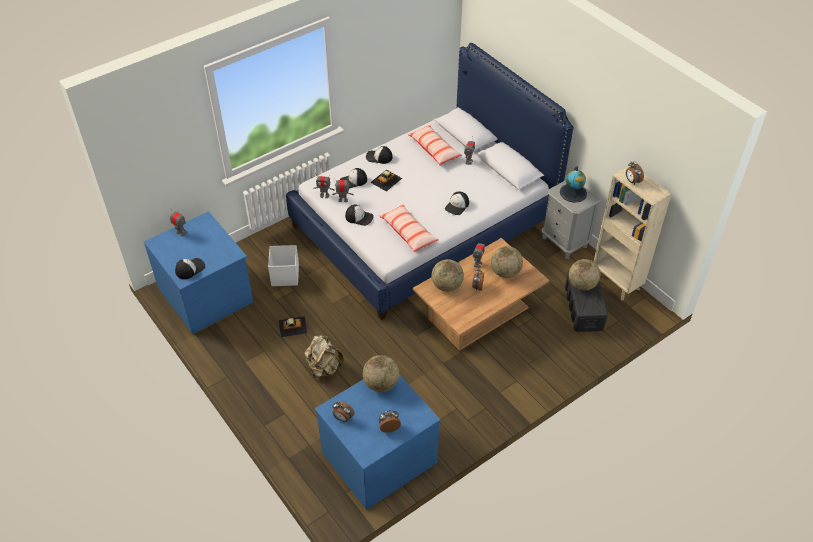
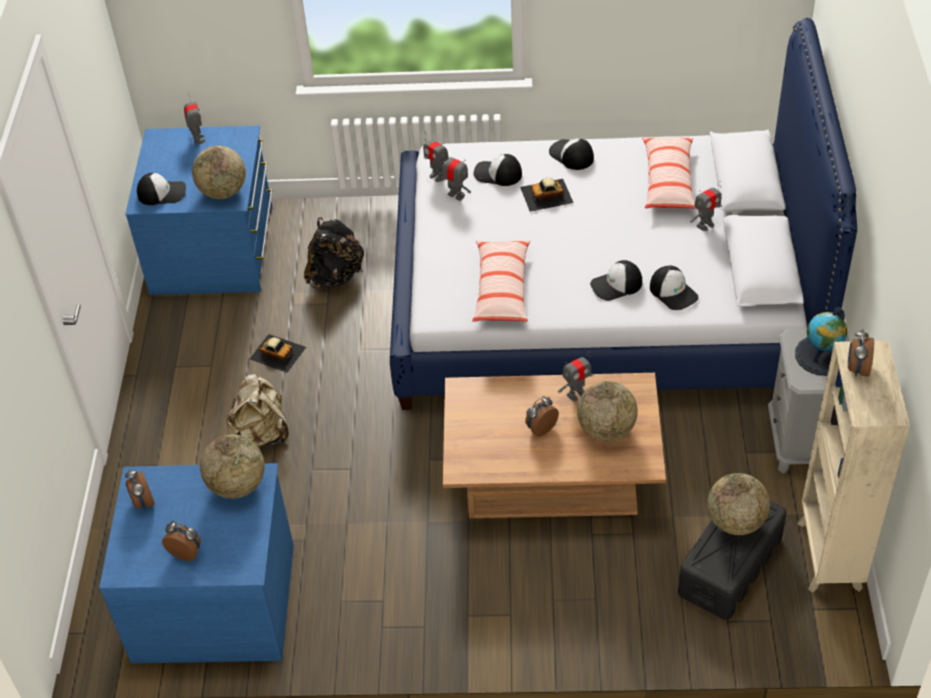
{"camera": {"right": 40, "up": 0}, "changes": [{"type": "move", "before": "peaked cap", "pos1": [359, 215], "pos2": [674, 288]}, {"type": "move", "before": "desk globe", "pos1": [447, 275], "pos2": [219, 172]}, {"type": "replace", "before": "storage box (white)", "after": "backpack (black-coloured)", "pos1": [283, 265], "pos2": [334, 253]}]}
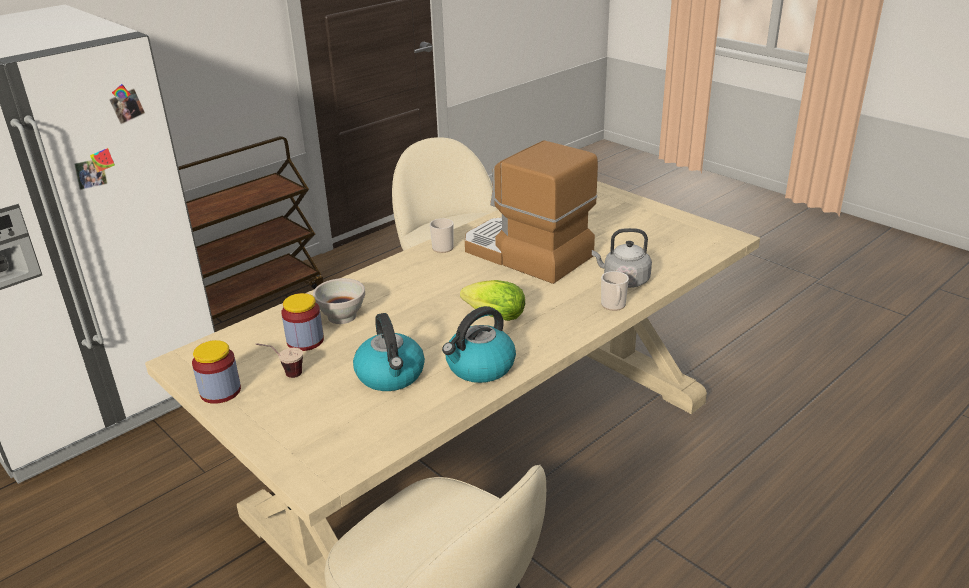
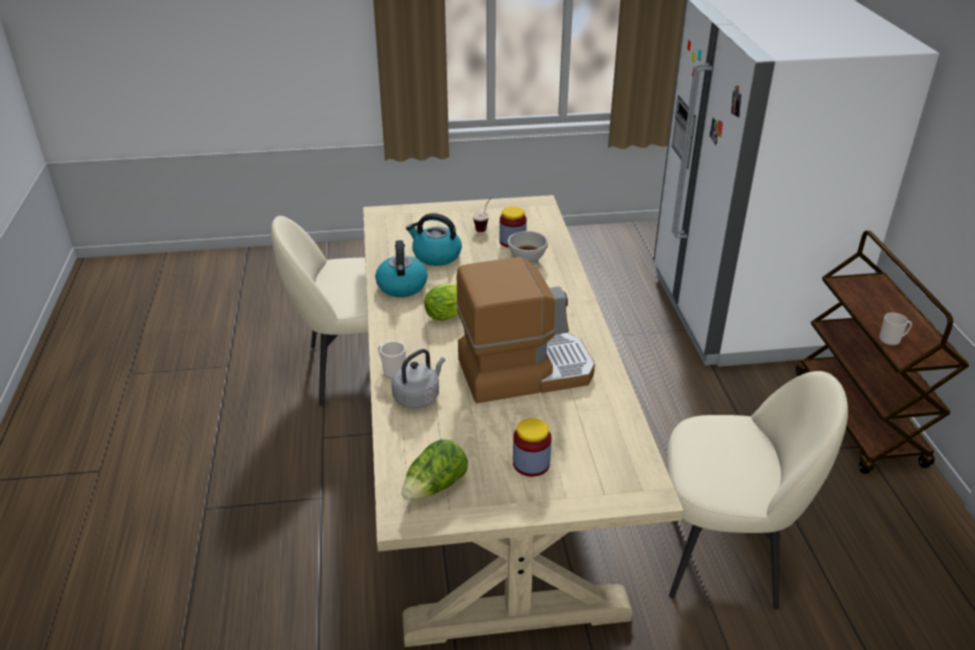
{"camera": {"right": 125, "up": 5}, "changes": [{"type": "insert", "after": "lettuce head", "pos2": [435, 469]}, {"type": "move", "before": "preserve jar", "pos1": [216, 372], "pos2": [532, 447]}, {"type": "move", "before": "coffee mug", "pos1": [441, 235], "pos2": [895, 328]}]}
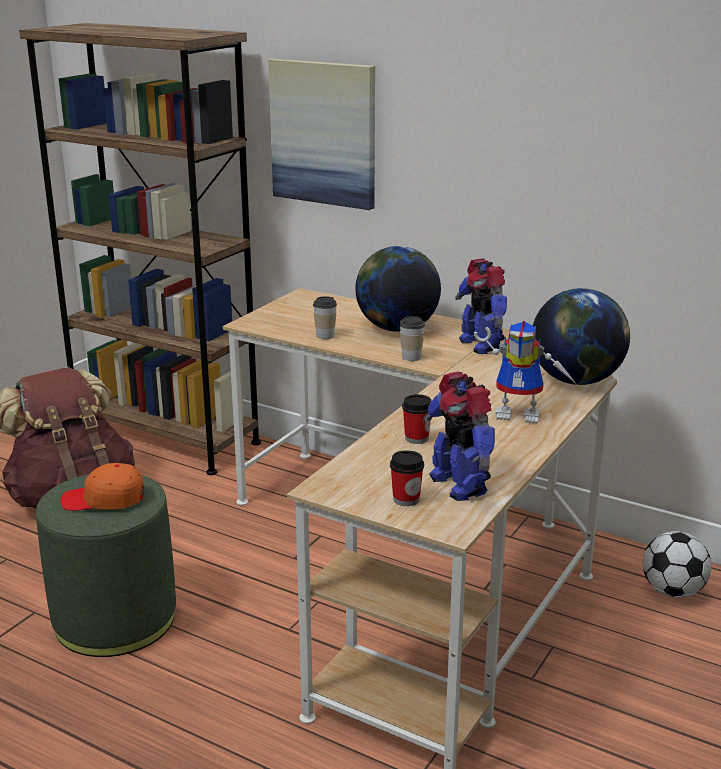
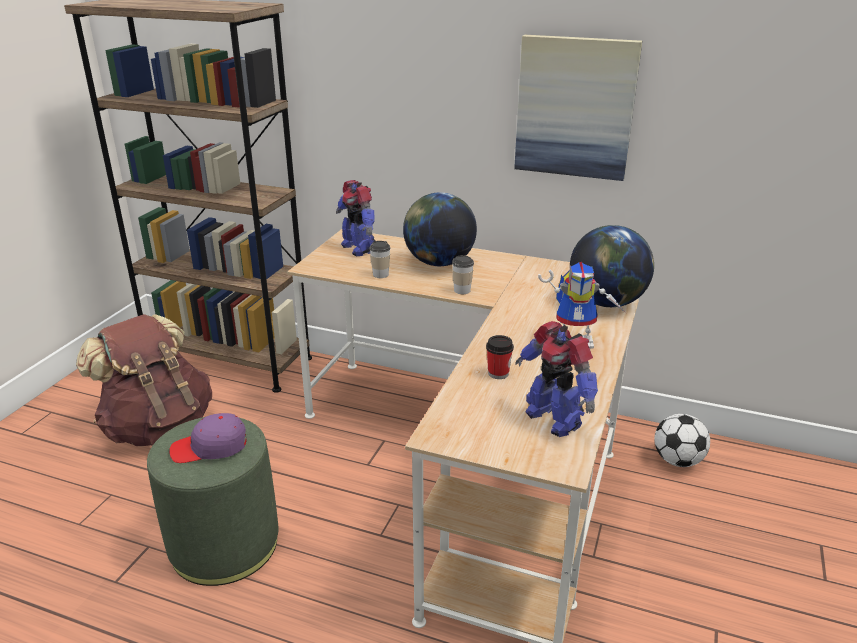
{"camera": {"right": -10, "up": 5}, "changes": [{"type": "delete", "before": "small cup", "pos1": [407, 478]}, {"type": "move", "before": "wall art", "pos1": [321, 134], "pos2": [578, 108]}, {"type": "move", "before": "toy robot", "pos1": [481, 306], "pos2": [356, 218]}, {"type": "recolor", "before": "peaked cap (orangey)", "after": "peaked cap (purple-coloured)", "pos1": [102, 487], "pos2": [208, 438]}]}
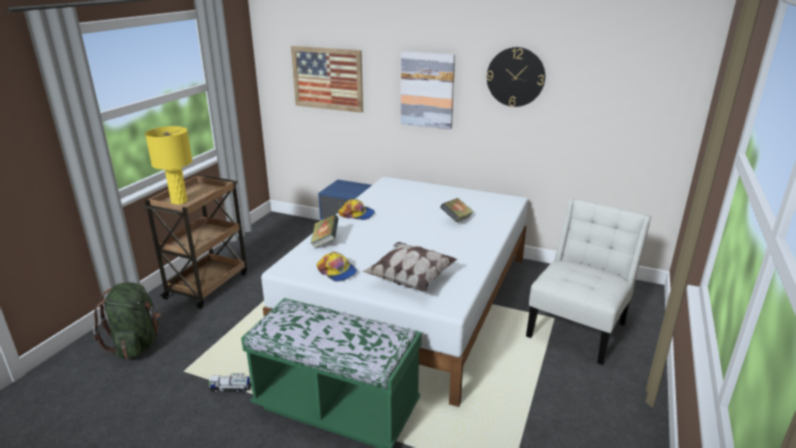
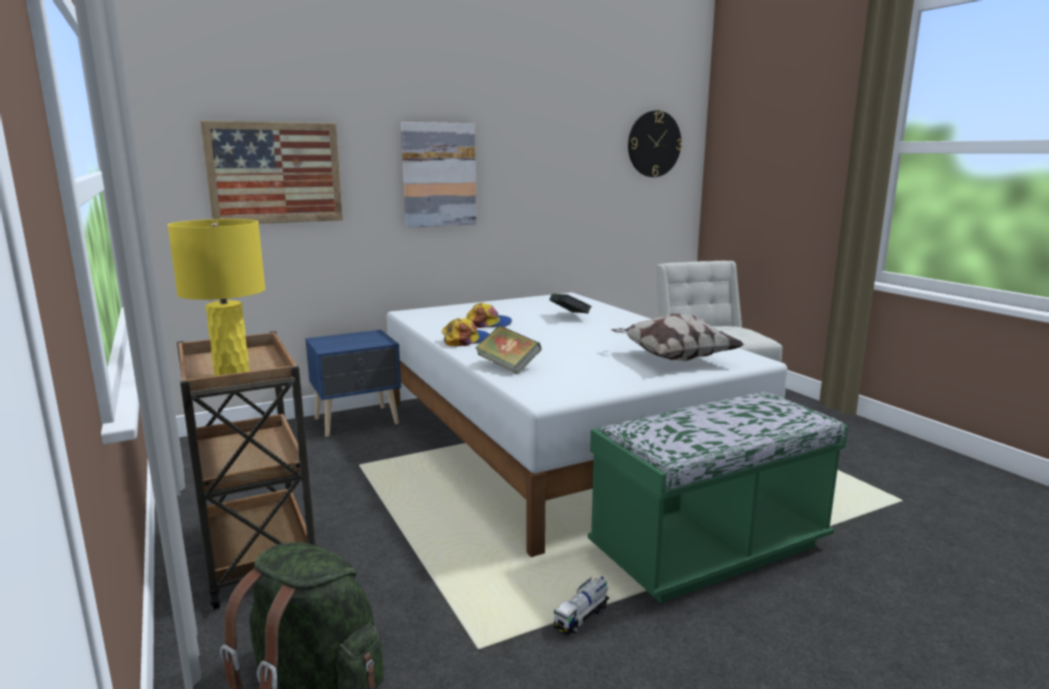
{"camera": {"right": -50, "up": -10}, "changes": [{"type": "move", "before": "peaked cap", "pos1": [337, 267], "pos2": [488, 315]}, {"type": "move", "before": "clock on the wall", "pos1": [516, 77], "pos2": [655, 143]}]}
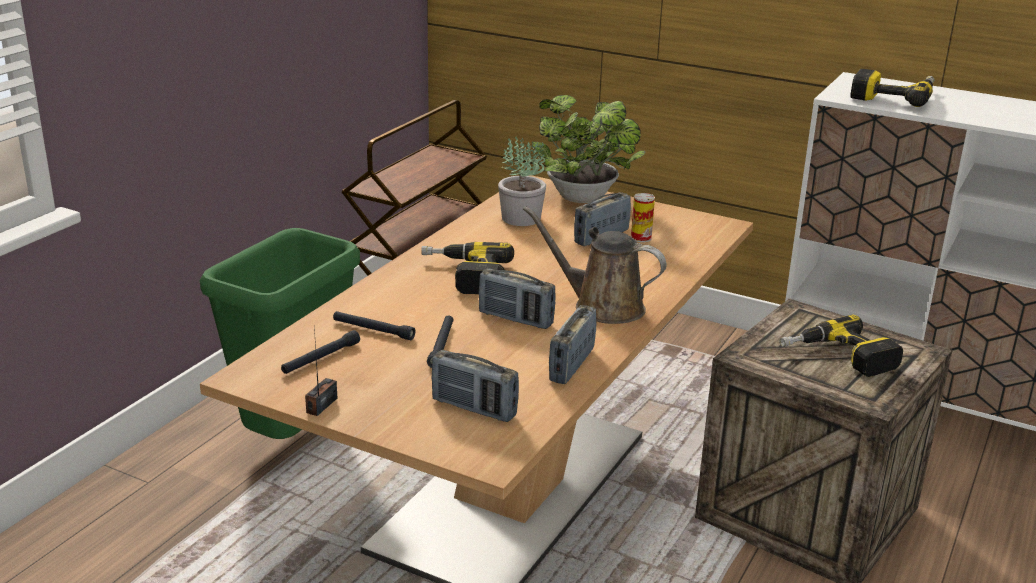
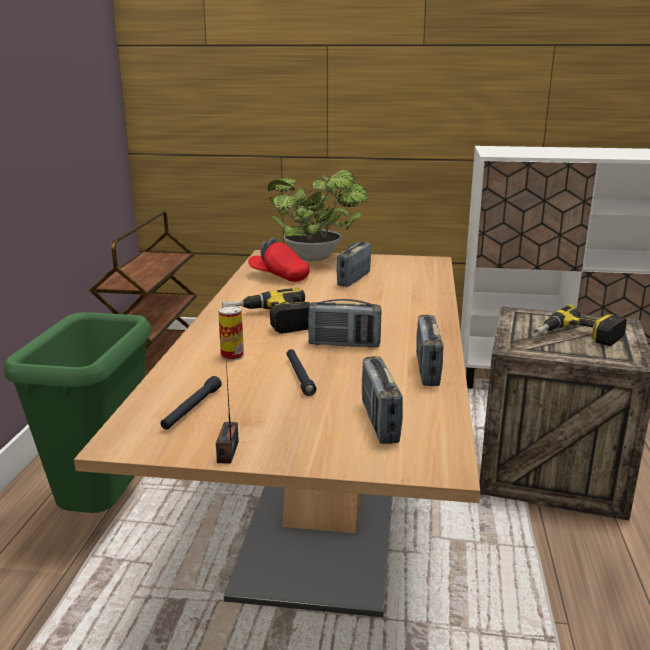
{"camera": {"right": -20, "up": -5}, "changes": [{"type": "delete", "before": "flashlight (black-coloured)", "pos1": [374, 325]}, {"type": "delete", "before": "watering pot (brownish)", "pos1": [594, 265]}, {"type": "delete", "before": "electric drill", "pos1": [892, 88]}, {"type": "move", "before": "can", "pos1": [643, 217], "pos2": [231, 333]}, {"type": "replace", "before": "houseplant", "after": "peaked cap (red-coloured)", "pos1": [522, 181], "pos2": [279, 260]}, {"type": "rotate", "before": "radio receiver", "pos1": [475, 386], "pos2": [382, 400], "turn": 75}]}
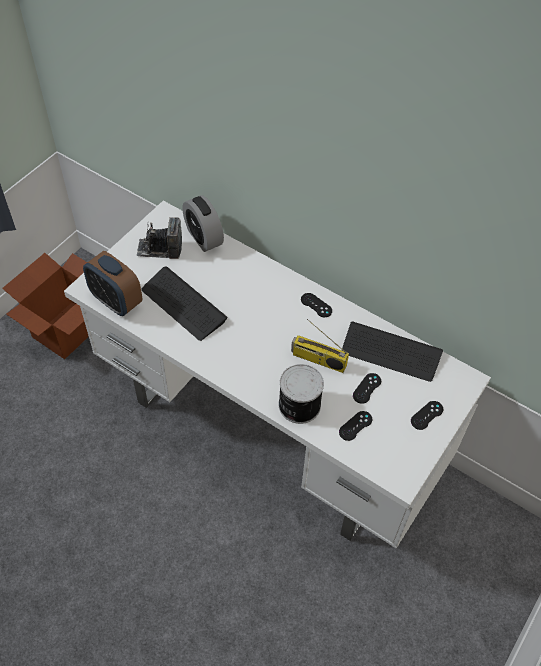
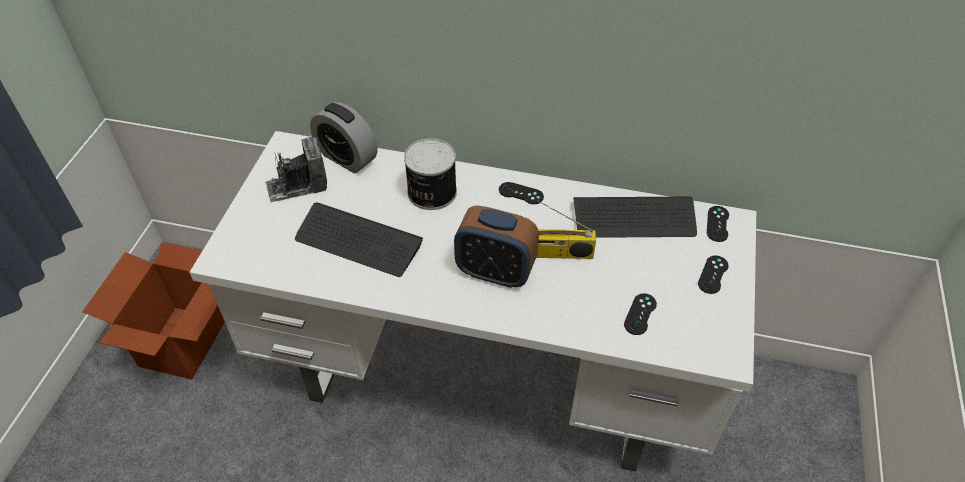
{"camera": {"right": -20, "up": -5}, "changes": [{"type": "move", "before": "alarm clock", "pos1": [112, 283], "pos2": [496, 246]}, {"type": "move", "before": "can", "pos1": [301, 394], "pos2": [430, 174]}, {"type": "move", "before": "game controller (black-coloured)", "pos1": [367, 388], "pos2": [718, 224]}]}
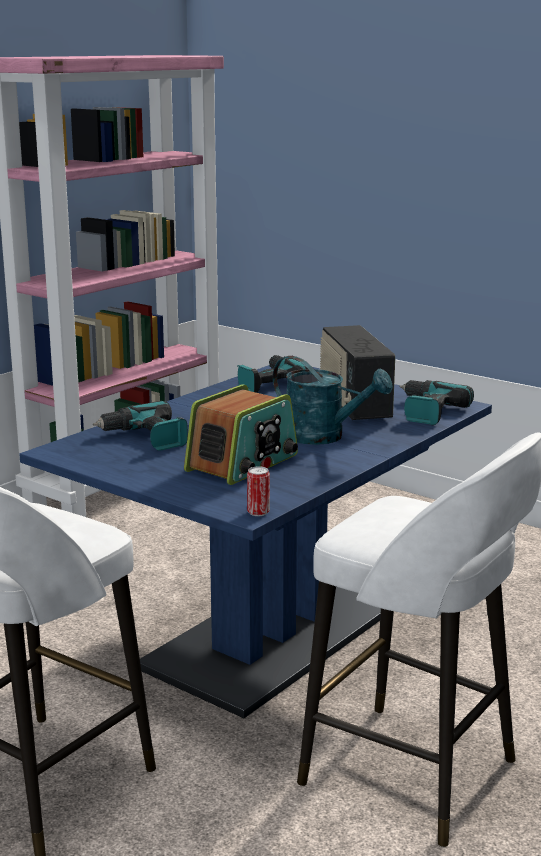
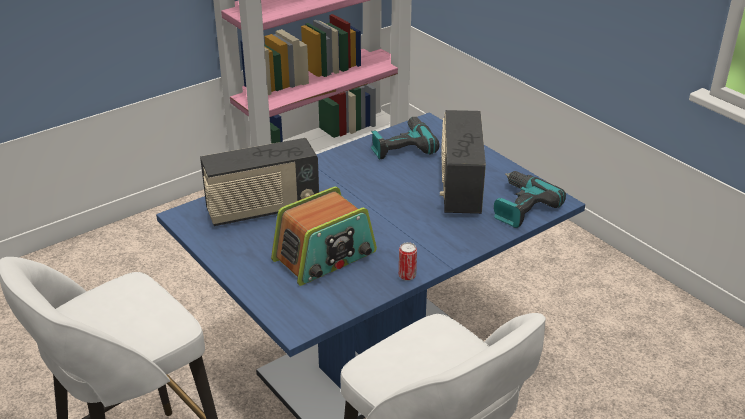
{"camera": {"right": 15, "up": 15}, "changes": [{"type": "delete", "before": "watering pot (turquoise-coloured)", "pos1": [333, 400]}, {"type": "move", "before": "can", "pos1": [258, 491], "pos2": [408, 261]}, {"type": "replace", "before": "electric drill", "after": "radio receiver", "pos1": [140, 426], "pos2": [259, 182]}]}
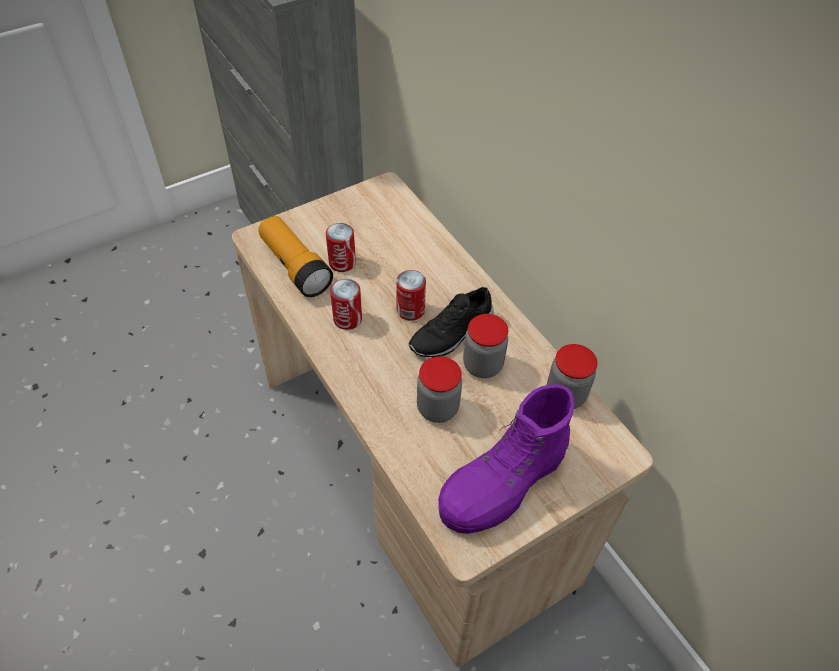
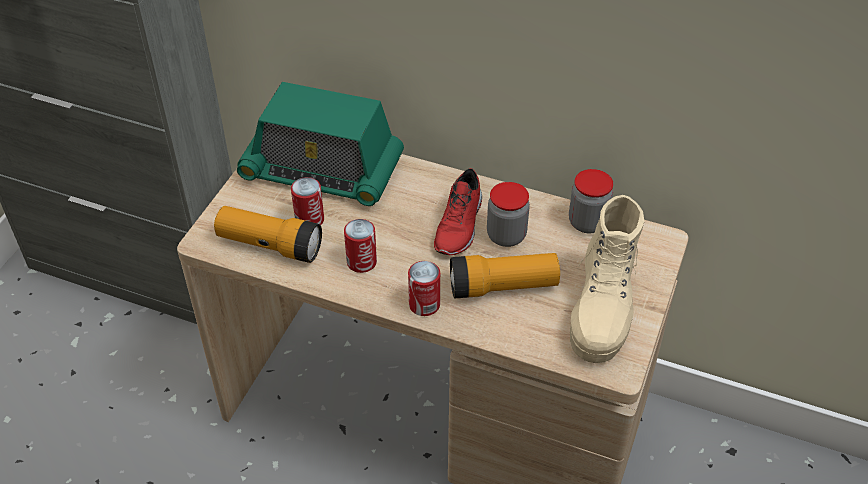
{"camera": {"right": -35, "up": -5}, "changes": [{"type": "insert", "after": "radio receiver", "pos2": [320, 144]}, {"type": "move", "before": "can", "pos1": [411, 295], "pos2": [424, 288]}, {"type": "replace", "before": "preserve jar", "after": "flashlight", "pos1": [439, 389], "pos2": [505, 275]}, {"type": "recolor", "before": "low shoe (black-coloured)", "after": "low shoe (red-coloured)", "pos1": [451, 322], "pos2": [458, 212]}, {"type": "recolor", "before": "high-top boot (purple-coloured)", "after": "high-top boot (beige-coloured)", "pos1": [506, 459], "pos2": [607, 279]}]}
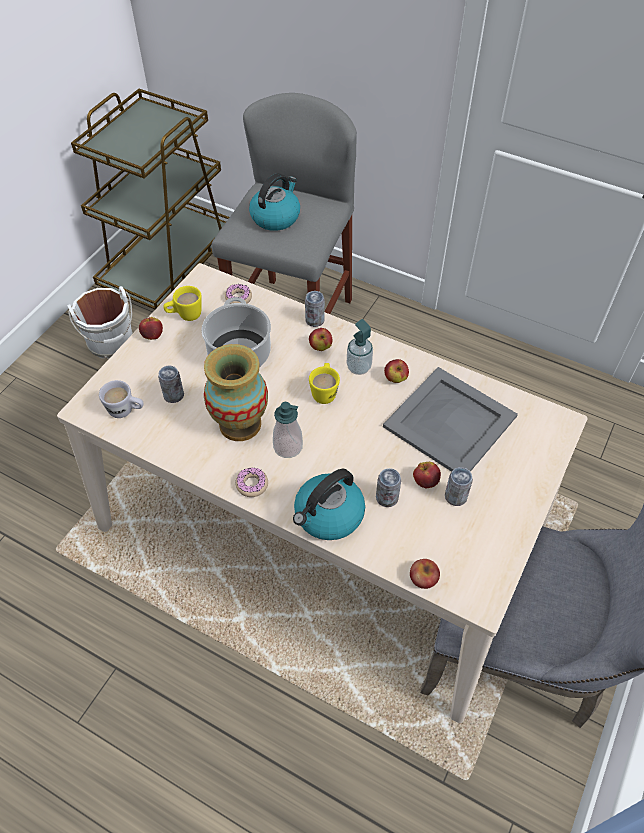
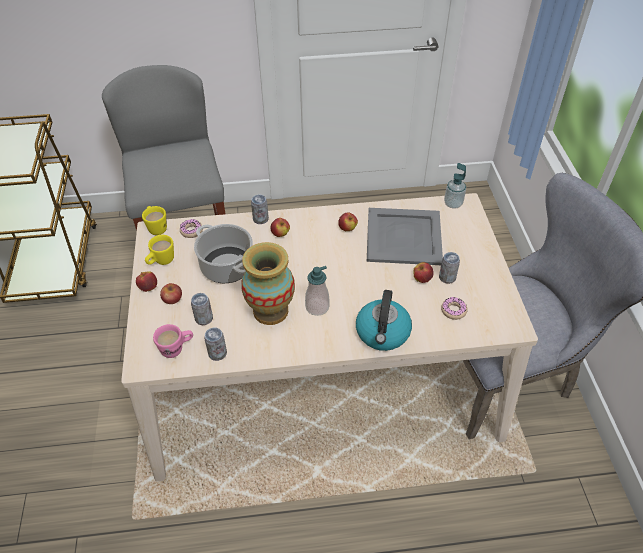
{"camera": {"right": -35, "up": -5}, "changes": [{"type": "delete", "before": "water bucket (white)", "pos1": [100, 322]}, {"type": "delete", "before": "tea kettle", "pos1": [274, 202]}, {"type": "move", "before": "donut", "pos1": [252, 482], "pos2": [454, 308]}, {"type": "move", "before": "coffee mug (yellowish)", "pos1": [324, 383], "pos2": [154, 220]}, {"type": "move", "before": "soap dispenser", "pos1": [360, 347], "pos2": [455, 186]}, {"type": "move", "before": "can", "pos1": [388, 487], "pos2": [215, 344]}, {"type": "move", "before": "apple", "pos1": [425, 574], "pos2": [171, 293]}, {"type": "recolor", "before": "coffee mug (white)", "after": "coffee mug (pink)", "pos1": [121, 399], "pos2": [173, 341]}]}
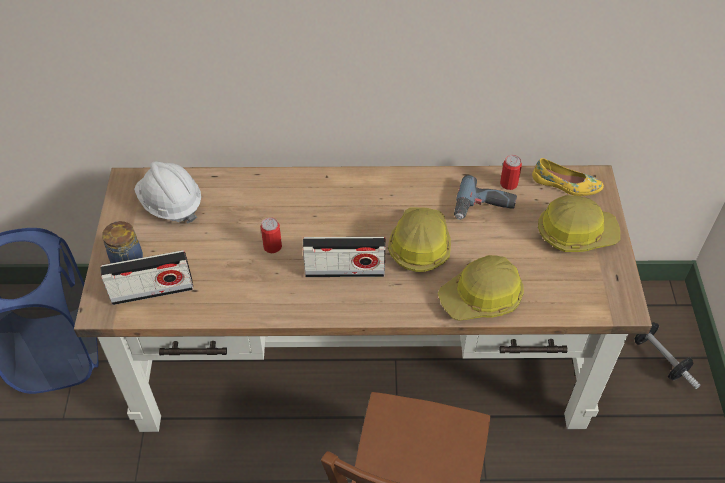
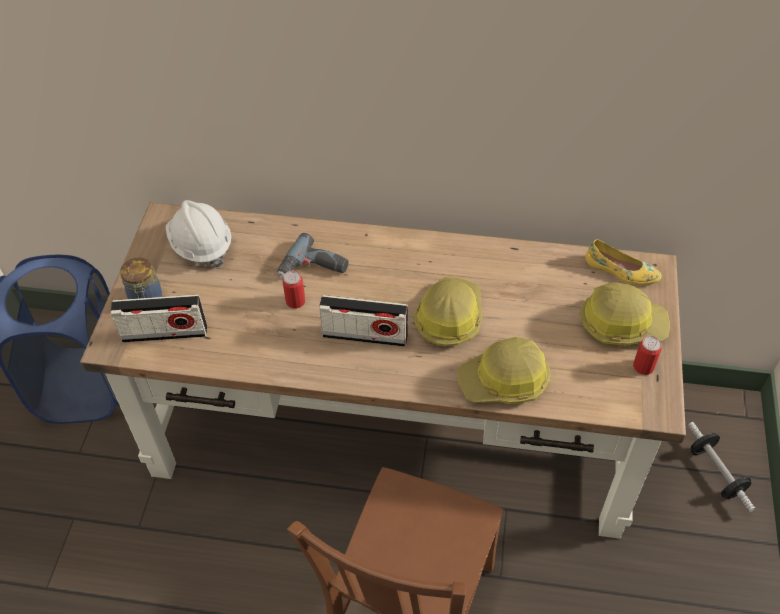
{"camera": {"right": 10, "up": 0}, "changes": [{"type": "move", "before": "electric drill", "pos1": [485, 197], "pos2": [313, 255]}, {"type": "move", "before": "can", "pos1": [511, 172], "pos2": [647, 355]}]}
